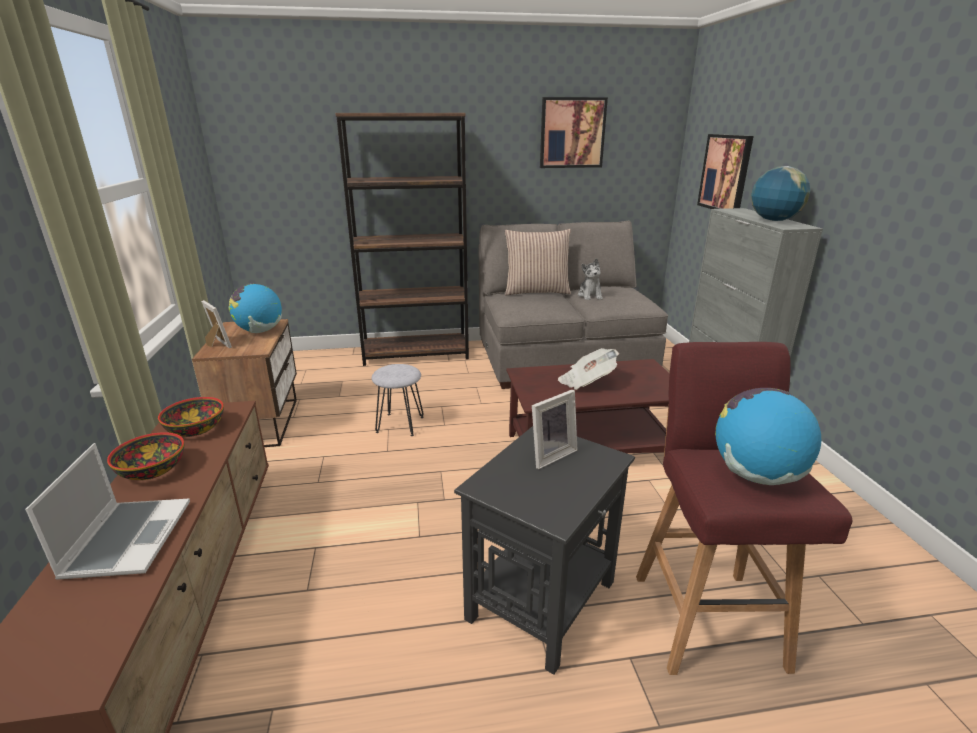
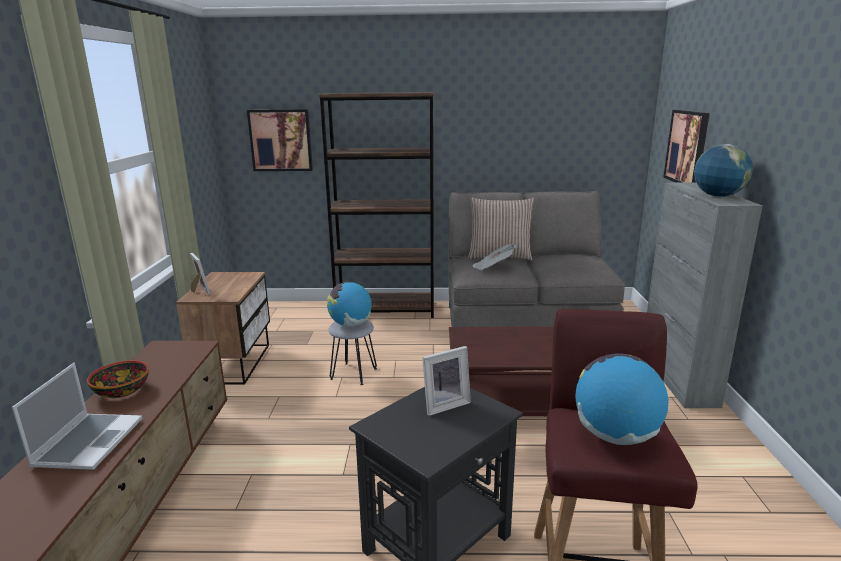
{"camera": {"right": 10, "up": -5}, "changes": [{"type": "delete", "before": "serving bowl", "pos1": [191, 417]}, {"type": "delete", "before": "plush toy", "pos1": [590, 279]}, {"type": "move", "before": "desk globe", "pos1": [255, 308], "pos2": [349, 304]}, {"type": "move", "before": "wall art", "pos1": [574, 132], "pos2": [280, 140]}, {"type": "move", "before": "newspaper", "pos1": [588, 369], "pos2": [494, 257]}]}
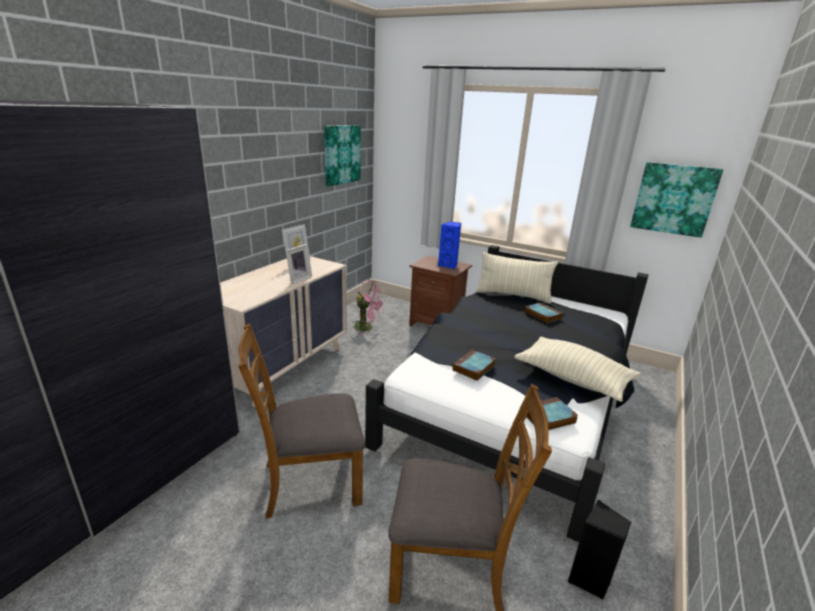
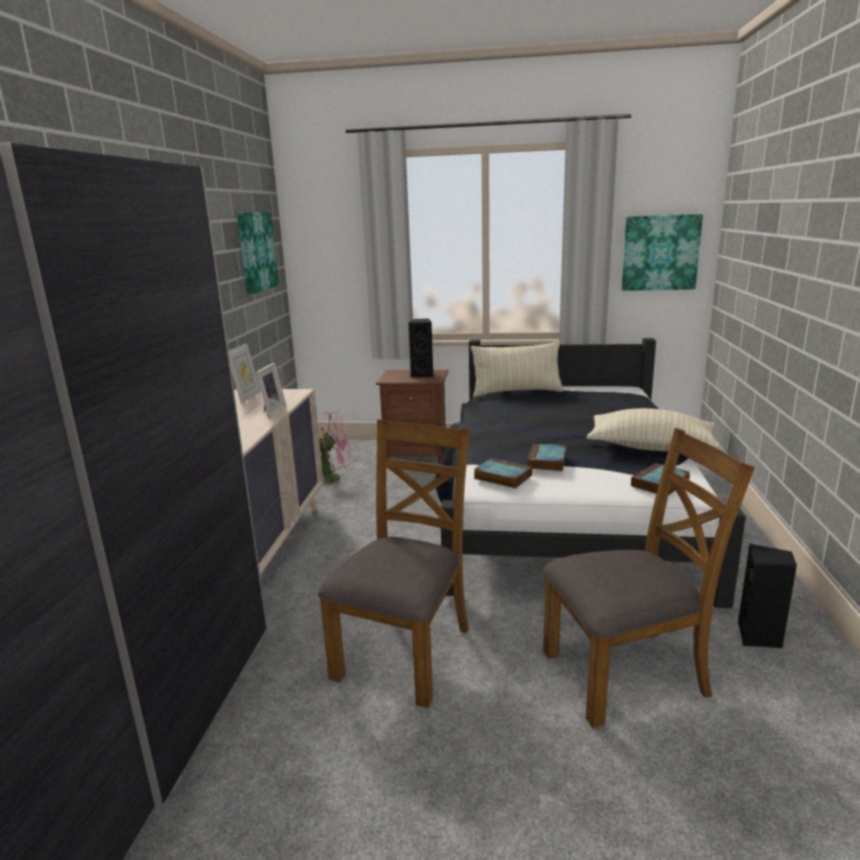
{"camera": {"right": -20, "up": -5}, "changes": [{"type": "move", "before": "book", "pos1": [544, 313], "pos2": [503, 473]}, {"type": "recolor", "before": "speaker (blue-coloured)", "after": "speaker (black-coloured)", "pos1": [449, 245], "pos2": [421, 348]}, {"type": "rotate", "before": "plain chair (brownish)", "pos1": [302, 421], "pos2": [394, 563], "turn": 150}]}
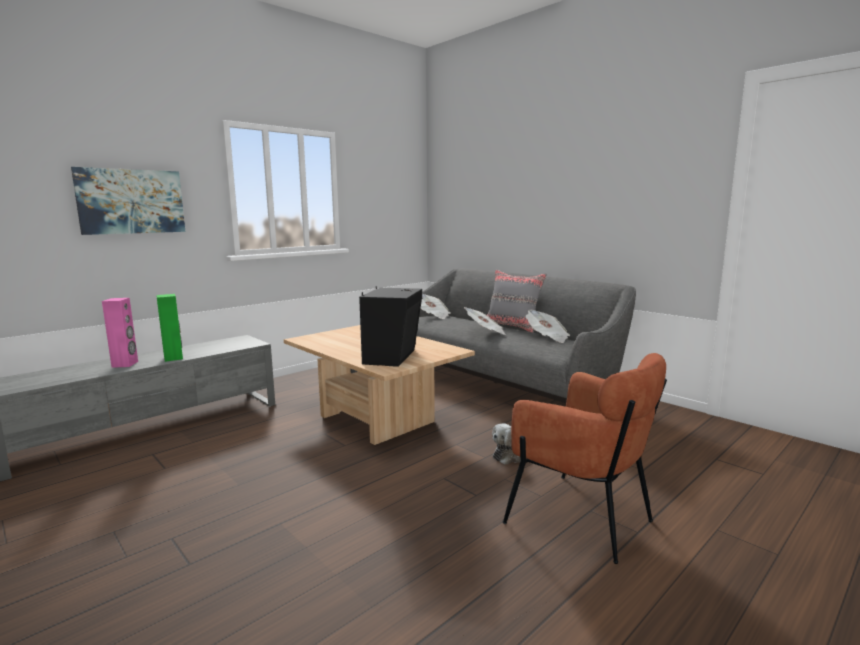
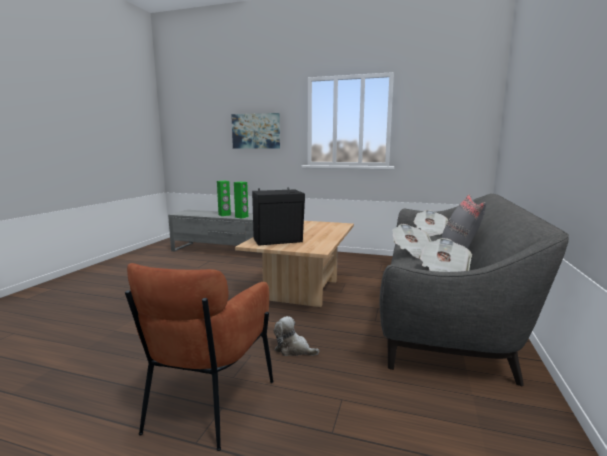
{"camera": {"right": 60, "up": 0}, "changes": [{"type": "recolor", "before": "speaker (pink)", "after": "speaker (green)", "pos1": [120, 333], "pos2": [224, 198]}]}
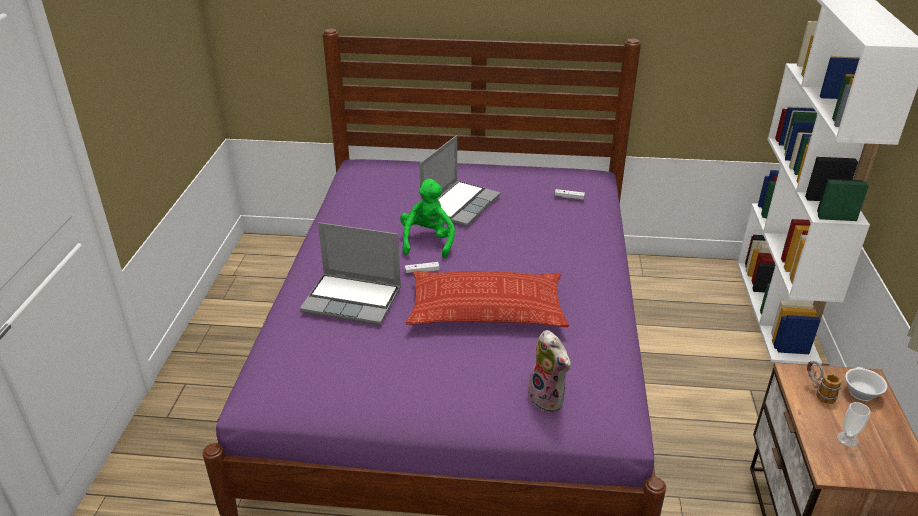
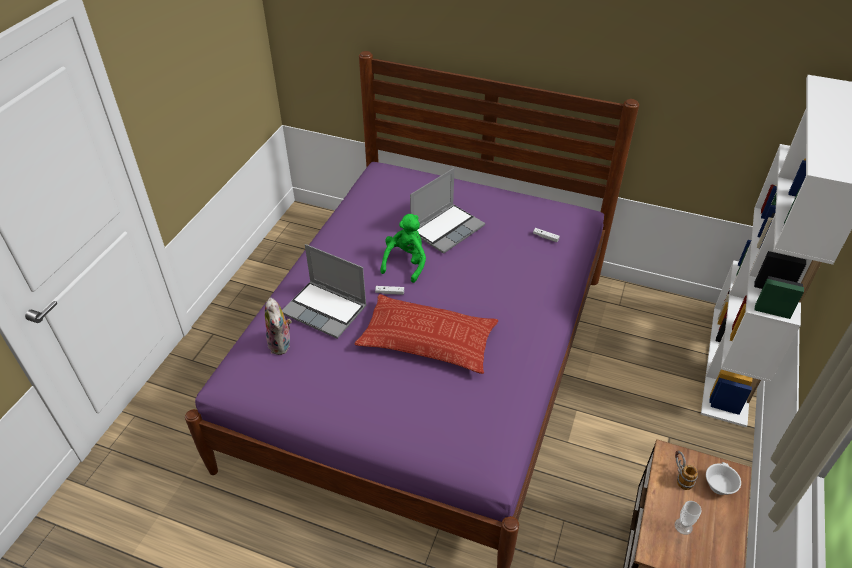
{"camera": {"right": 15, "up": 10}, "changes": [{"type": "move", "before": "plush toy", "pos1": [549, 371], "pos2": [278, 326]}]}
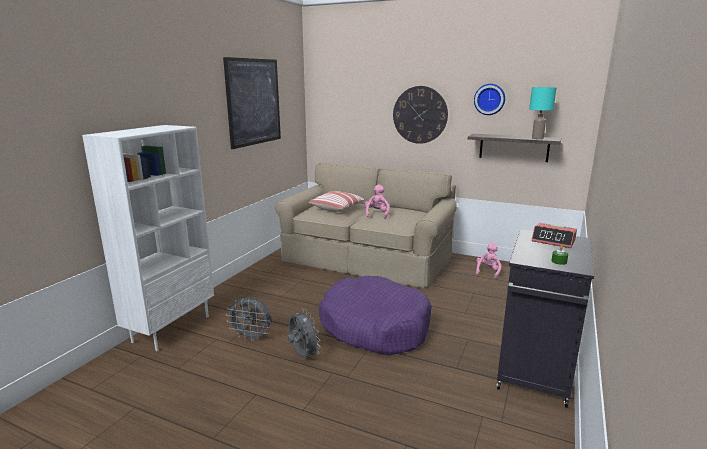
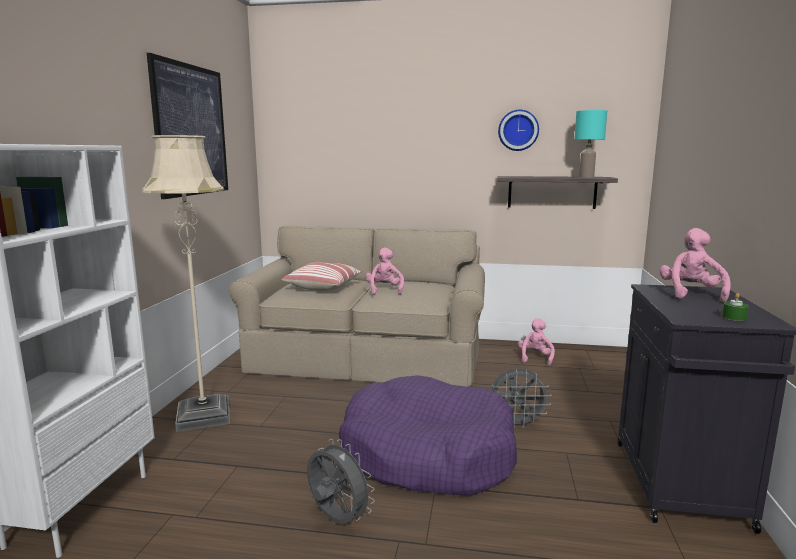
{"camera": {"right": -15, "up": -5}, "changes": [{"type": "delete", "before": "clock on the wall", "pos1": [420, 115]}, {"type": "insert", "after": "floor lamp (beige-coloured)", "pos2": [185, 283]}, {"type": "move", "before": "fan (grey)", "pos1": [248, 319], "pos2": [521, 398]}, {"type": "replace", "before": "alarm clock", "after": "plush toy (pink)", "pos1": [554, 235], "pos2": [695, 265]}]}
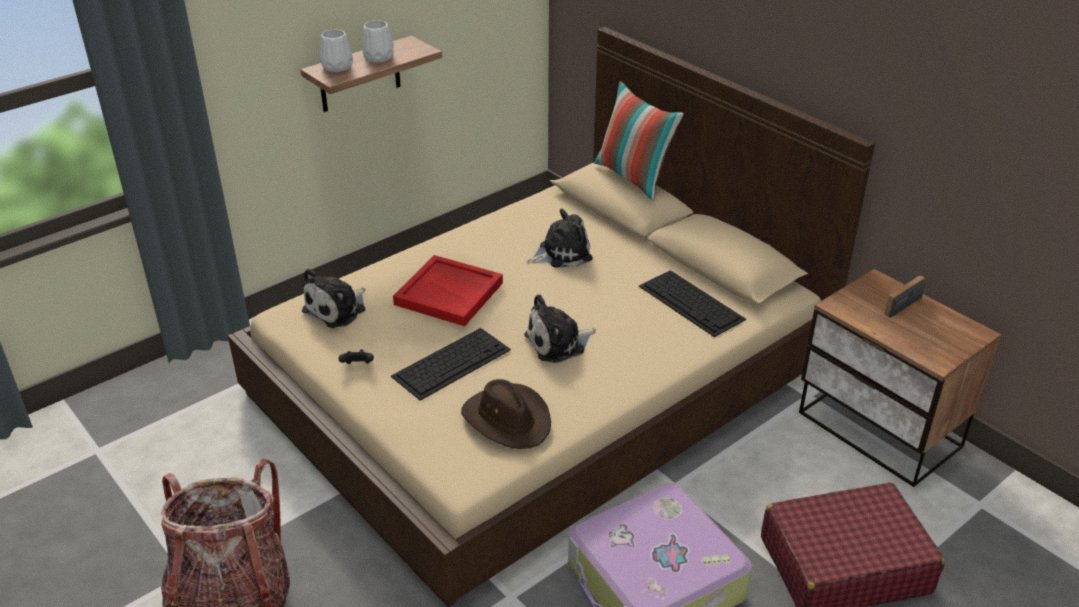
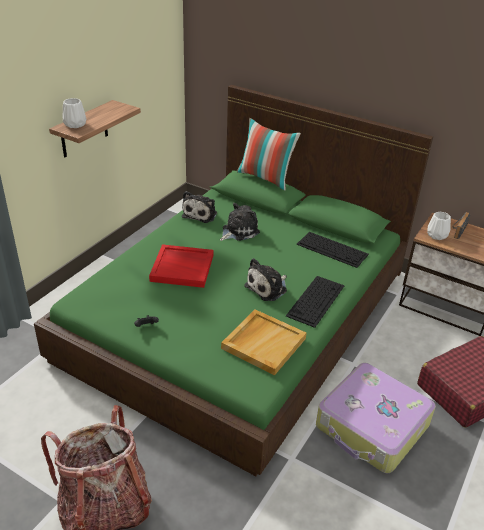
{"camera": {"right": -20, "up": 0}, "changes": [{"type": "move", "before": "plush toy", "pos1": [333, 298], "pos2": [199, 207]}, {"type": "move", "before": "flower vase (white)", "pos1": [377, 41], "pos2": [439, 226]}, {"type": "move", "before": "PC keyboard", "pos1": [451, 364], "pos2": [315, 302]}, {"type": "replace", "before": "wearable hat (brownish)", "after": "serving tray (beige-coloured)", "pos1": [506, 414], "pos2": [264, 342]}, {"type": "recolor", "before": "sleeping bed (beige-coloured)", "after": "sleeping bed (green)", "pos1": [551, 317], "pos2": [233, 280]}]}
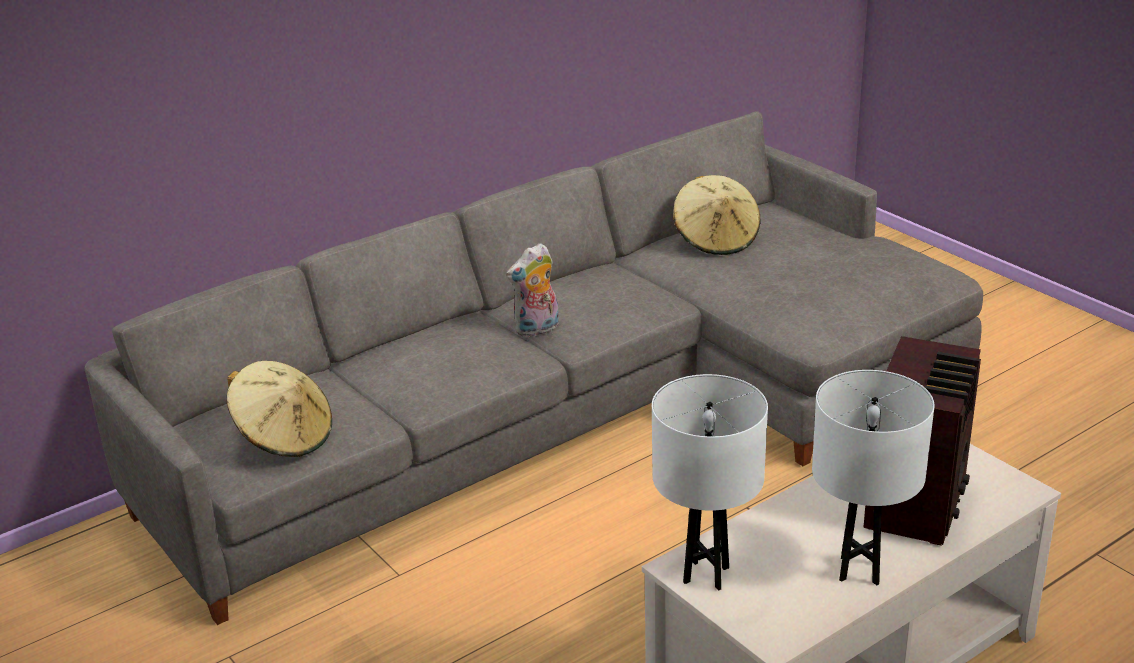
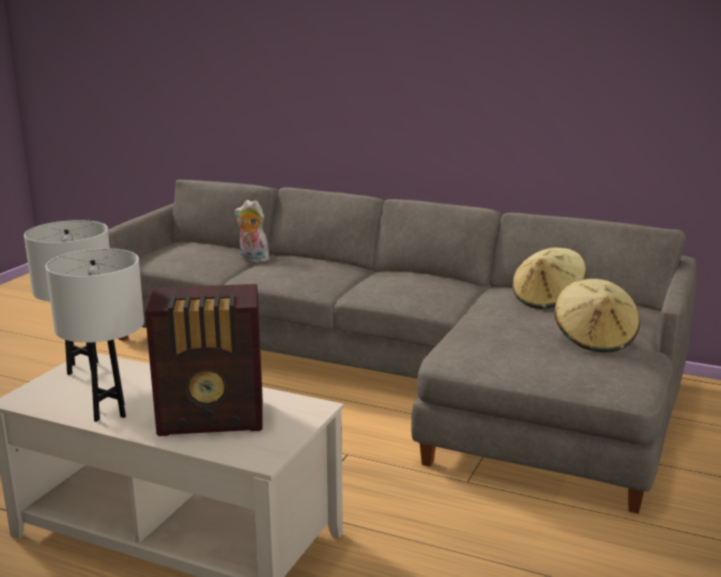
{"camera": {"right": 60, "up": -10}, "changes": [{"type": "move", "before": "wearable hat (beige-coloured)", "pos1": [279, 409], "pos2": [597, 315]}, {"type": "move", "before": "plush toy", "pos1": [532, 290], "pos2": [252, 231]}]}
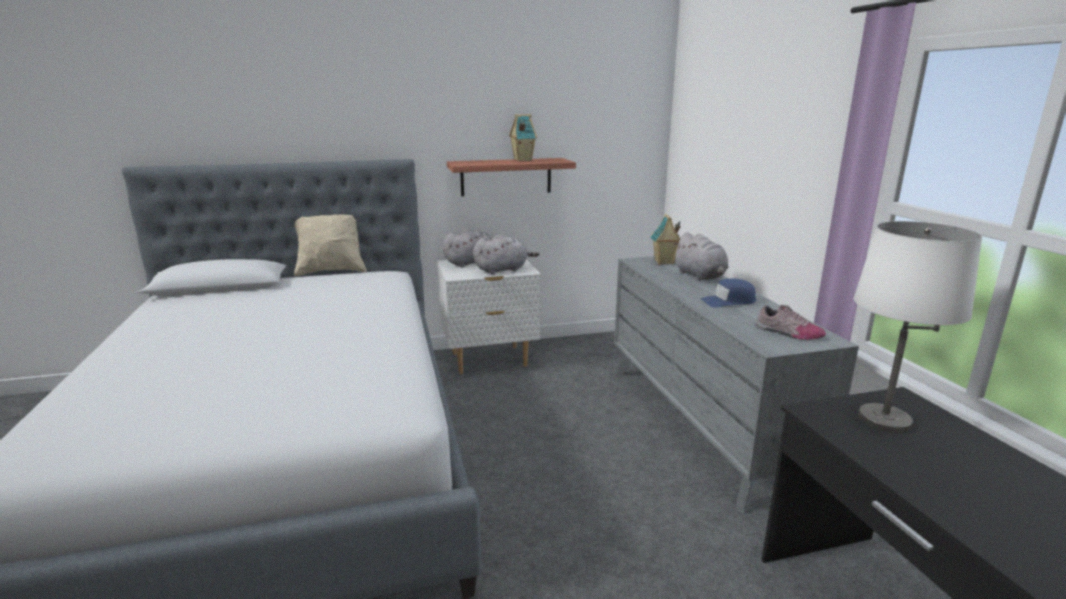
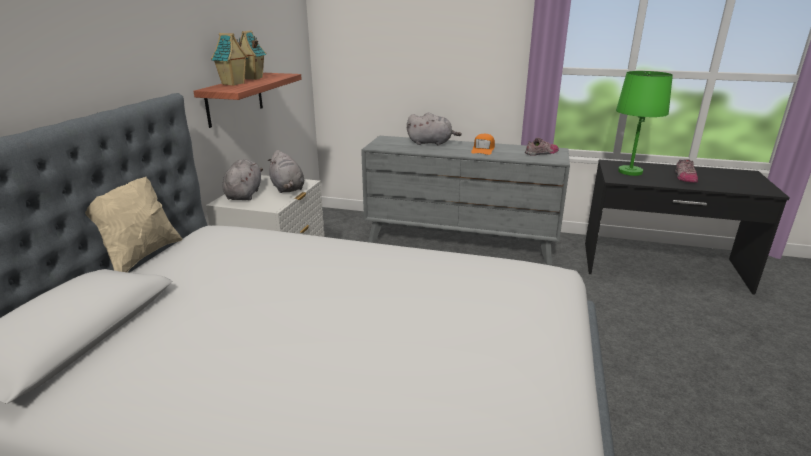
{"camera": {"right": -60, "up": 5}, "changes": [{"type": "insert", "after": "low shoe", "pos2": [686, 171]}, {"type": "move", "before": "miniature house", "pos1": [665, 239], "pos2": [229, 59]}, {"type": "recolor", "before": "peaked cap (blue-coloured)", "after": "peaked cap (orangey)", "pos1": [728, 293], "pos2": [483, 144]}, {"type": "recolor", "before": "lamp for a table (white)", "after": "lamp for a table (green)", "pos1": [918, 327], "pos2": [644, 123]}, {"type": "rotate", "before": "plush toy (grey)", "pos1": [506, 254], "pos2": [286, 171], "turn": 150}]}
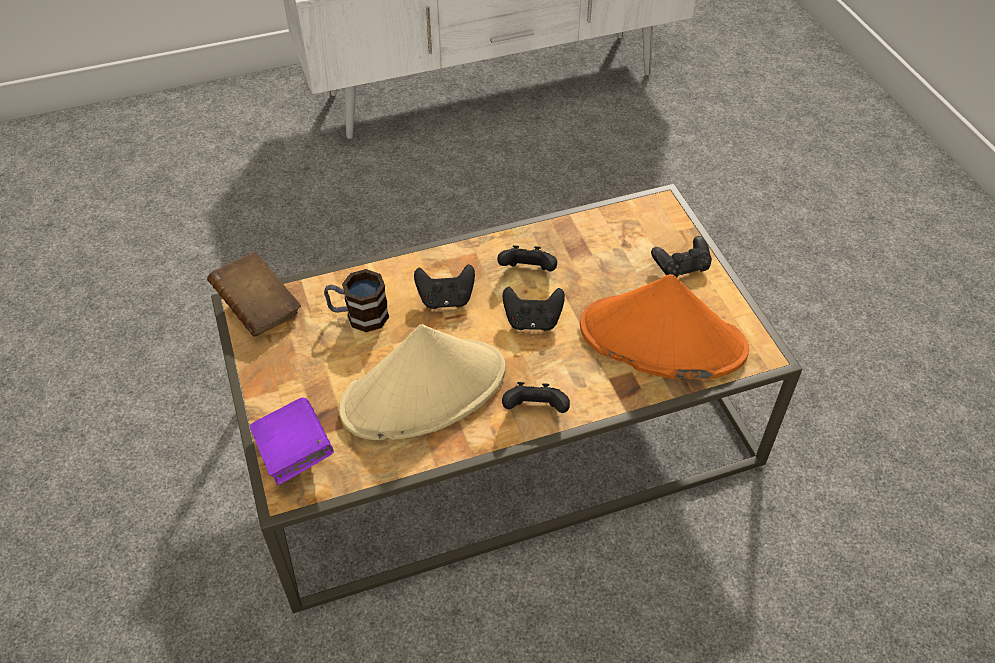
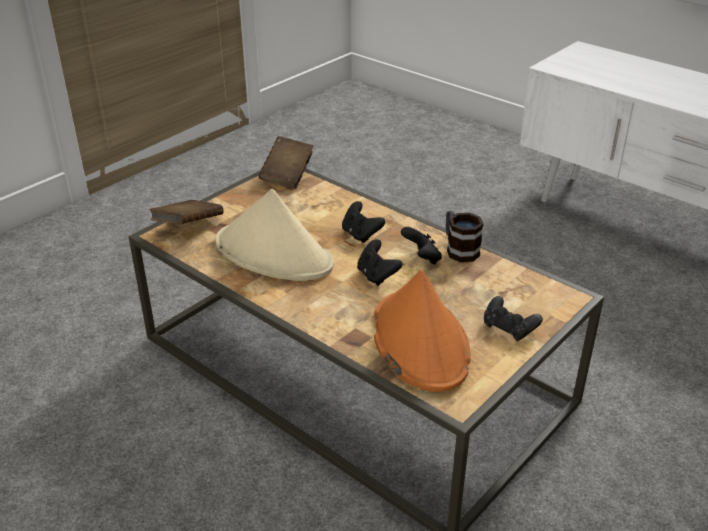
{"camera": {"right": 60, "up": -15}, "changes": [{"type": "delete", "before": "game controller (black-coloured)", "pos1": [536, 397]}, {"type": "move", "before": "coffee mug", "pos1": [356, 300], "pos2": [464, 236]}, {"type": "recolor", "before": "book (purple-coloured)", "after": "book (brownish)", "pos1": [292, 441], "pos2": [186, 212]}]}
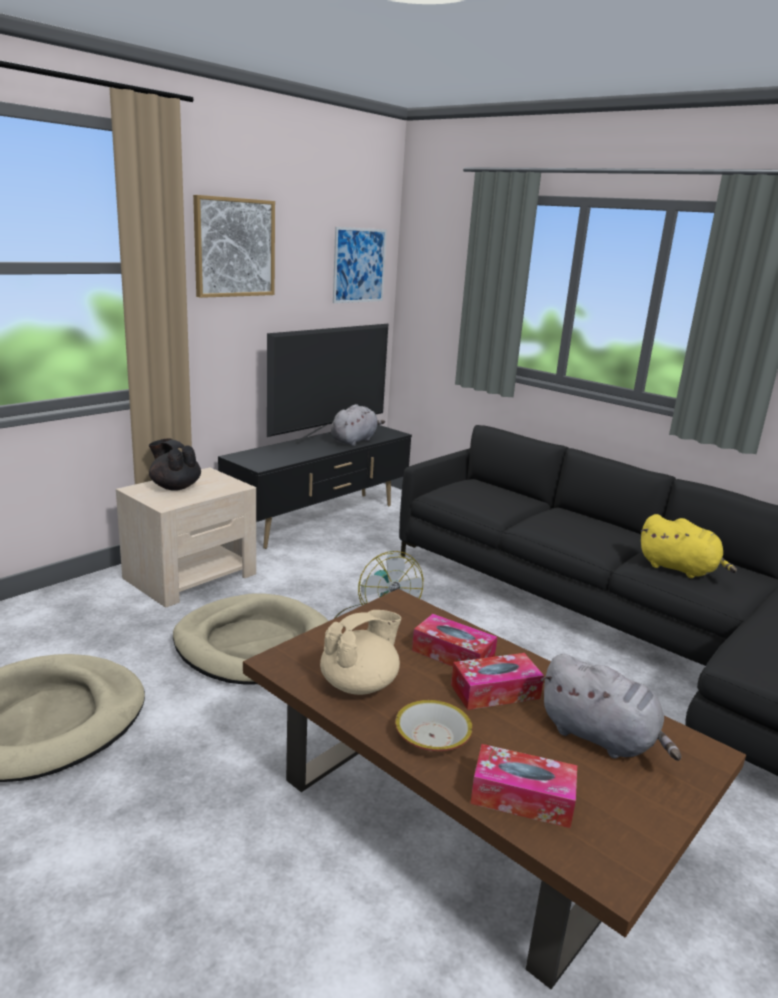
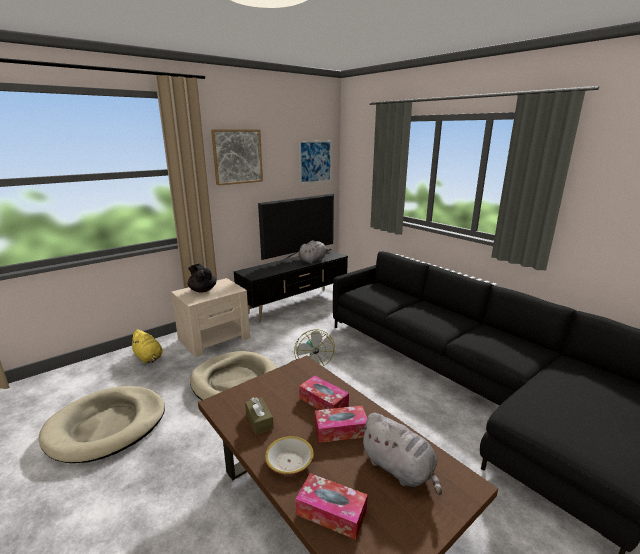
{"camera": {"right": 10, "up": 0}, "changes": [{"type": "move", "before": "plush toy (yellowish)", "pos1": [688, 546], "pos2": [146, 346]}, {"type": "replace", "before": "tea pot (beige-coloured)", "after": "tissue box (brownish)", "pos1": [360, 652], "pos2": [259, 416]}]}
